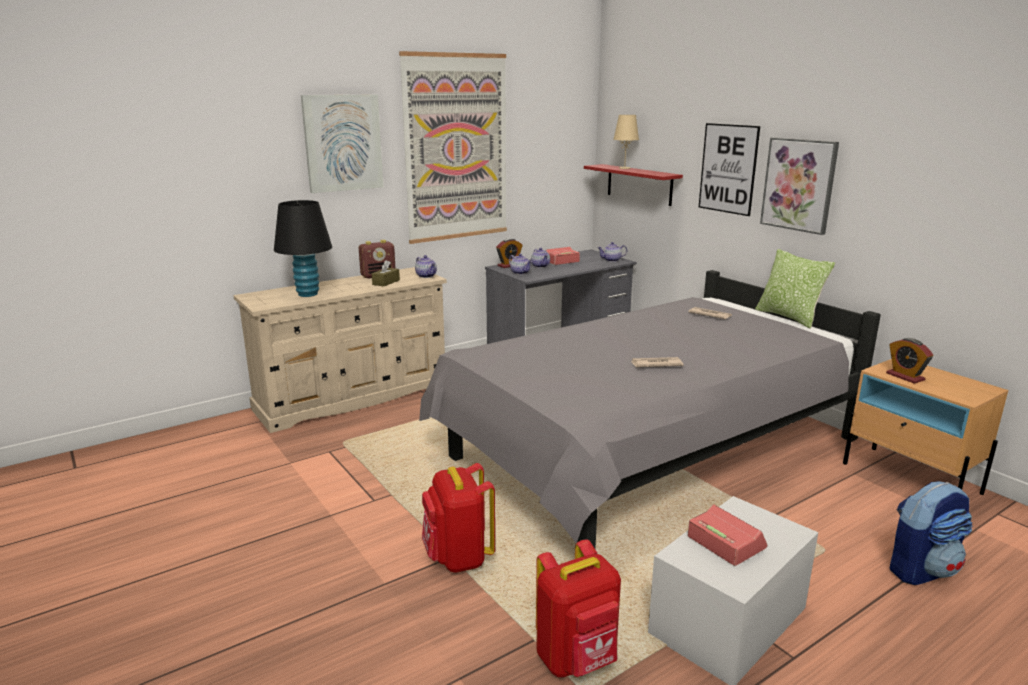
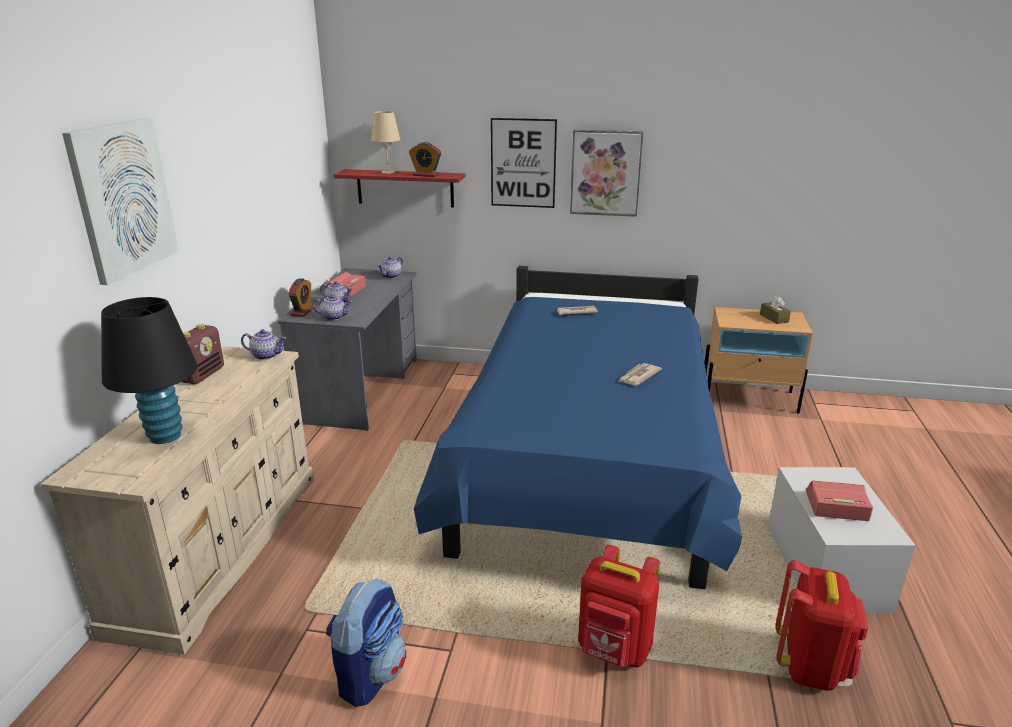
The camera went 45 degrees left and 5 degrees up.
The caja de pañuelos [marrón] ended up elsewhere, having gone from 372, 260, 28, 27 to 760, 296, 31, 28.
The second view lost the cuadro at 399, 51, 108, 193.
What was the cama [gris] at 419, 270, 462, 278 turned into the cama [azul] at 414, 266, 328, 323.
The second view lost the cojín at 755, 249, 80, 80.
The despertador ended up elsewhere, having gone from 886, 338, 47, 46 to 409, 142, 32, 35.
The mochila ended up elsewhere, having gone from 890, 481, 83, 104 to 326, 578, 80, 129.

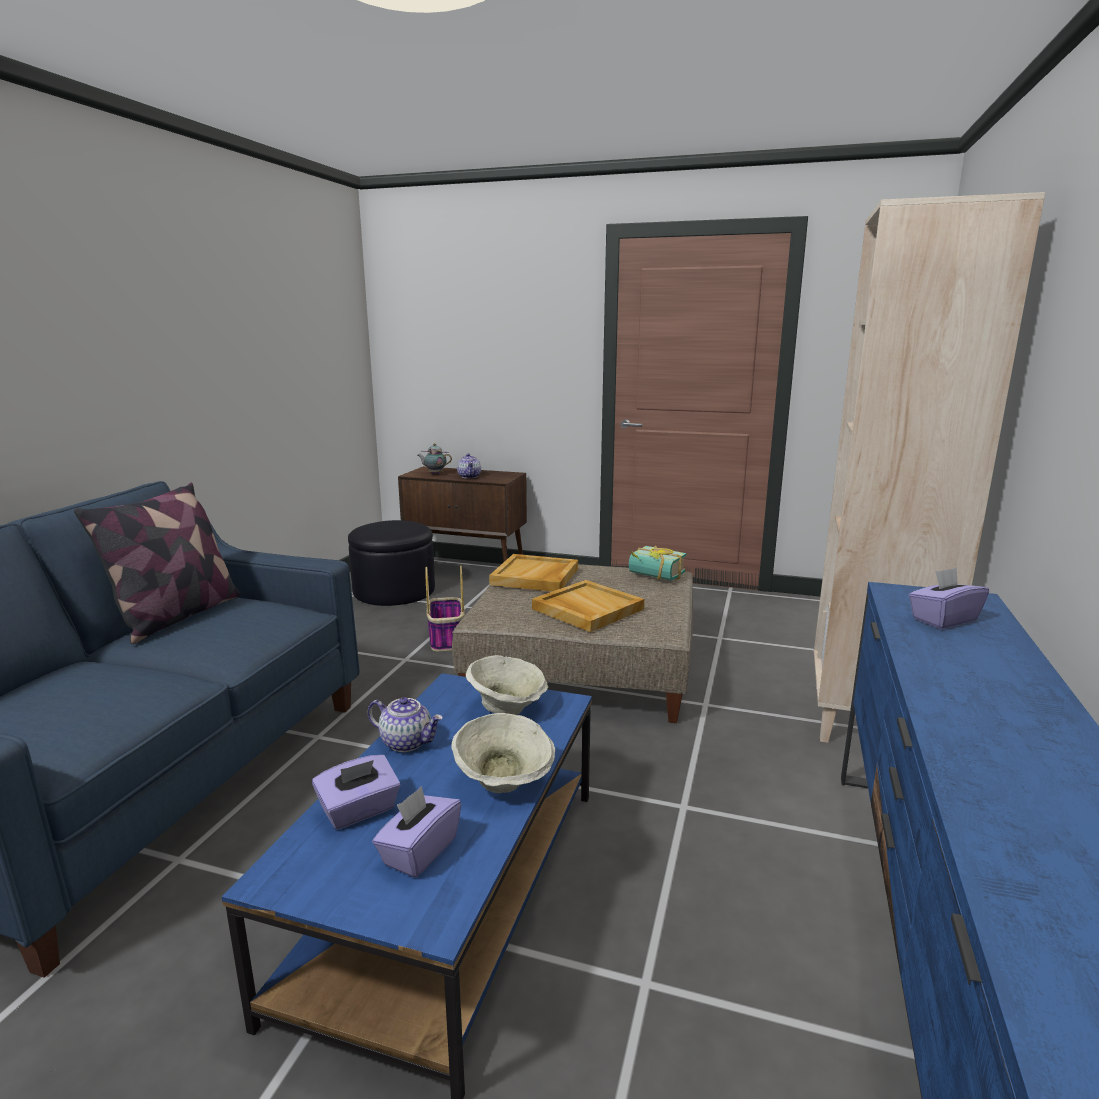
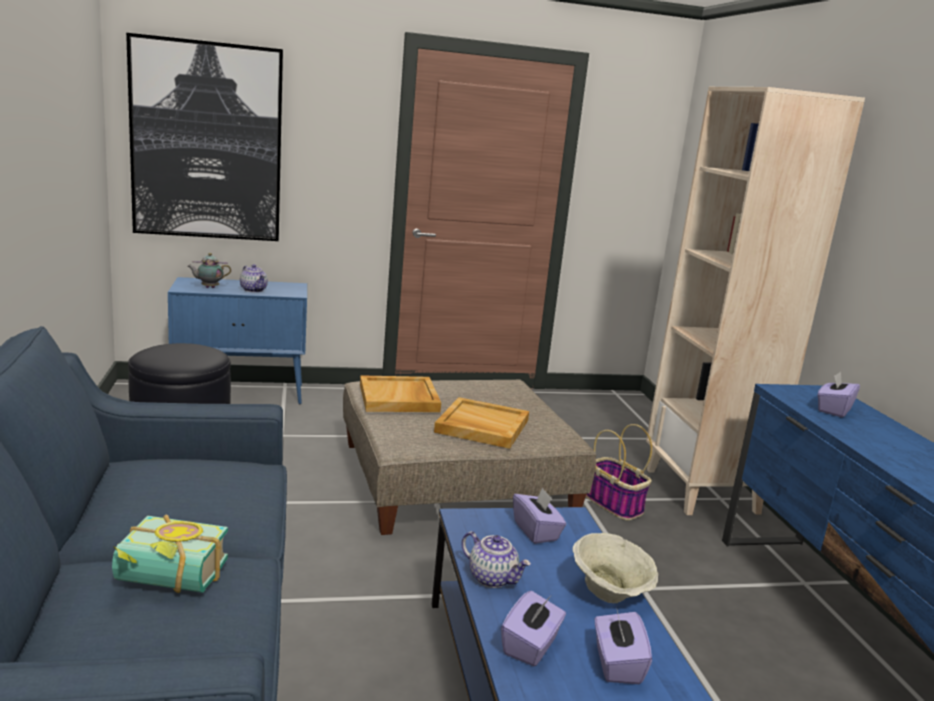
The camera went 30 degrees left and 0 degrees up.
The second view lost the cojín at 74, 483, 167, 161.
The tetera at 368, 697, 75, 55 ended up facing another way, 45 degrees clockwise from before.
What was the armario [marrón] at 398, 466, 129, 96 turned into the armario [azul] at 168, 277, 139, 127.
The cesta ended up elsewhere, having gone from 425, 565, 40, 87 to 586, 424, 66, 96.
Where the cuenco [beis] stood at 466, 655, 82, 60, the caja de pañuelos [morado] came to stand at 513, 487, 53, 57.
The libro ended up elsewhere, having gone from 629, 546, 57, 35 to 112, 515, 116, 78.
The second view gained the cuadro at 126, 33, 157, 208.

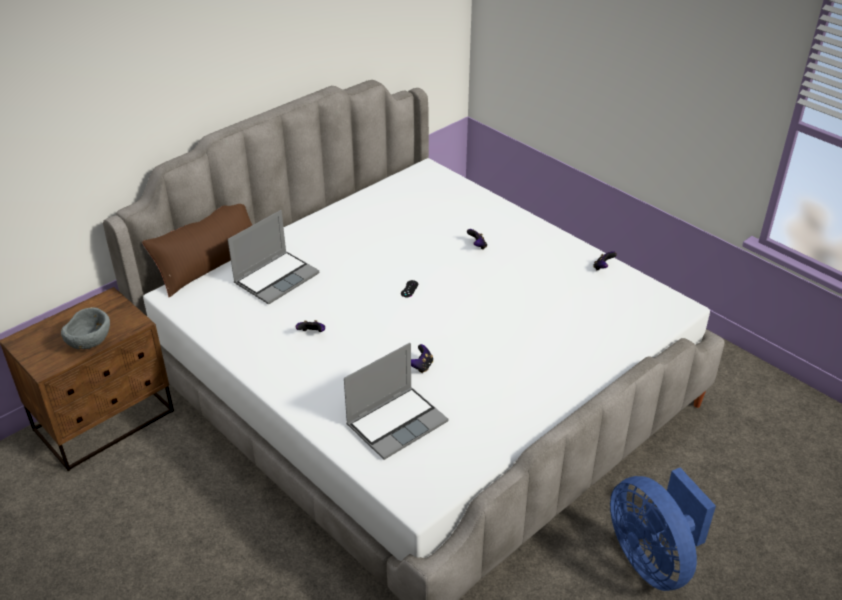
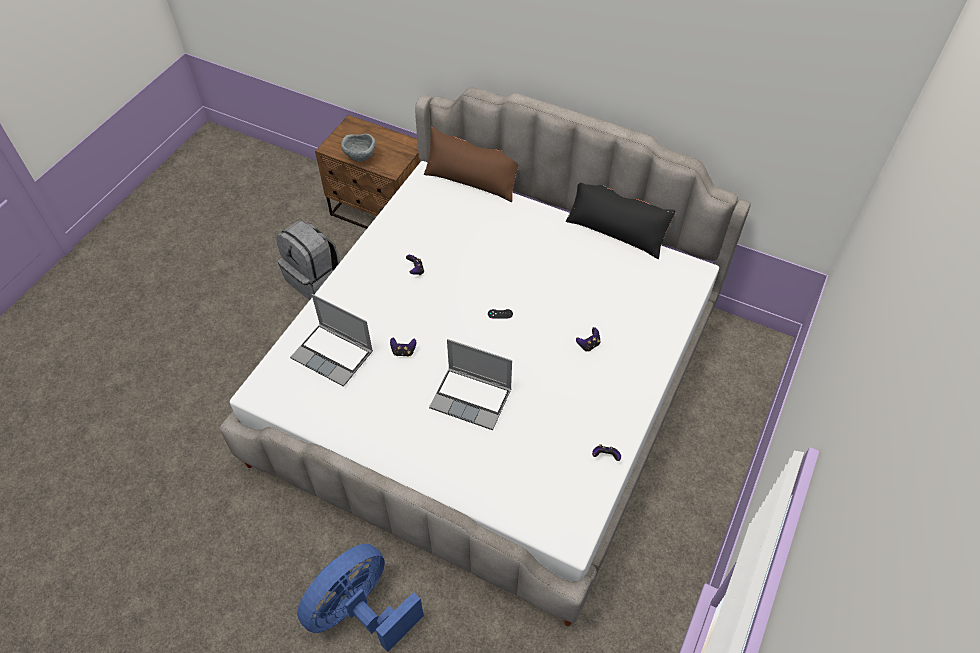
The camera went 70 degrees right and 15 degrees up.
The portátil ended up elsewhere, having gone from 228, 210, 91, 94 to 429, 339, 83, 91.
The second view gained the mochila [gris] at 276, 220, 64, 80.
The second view gained the cojín [negro] at 566, 183, 110, 76.

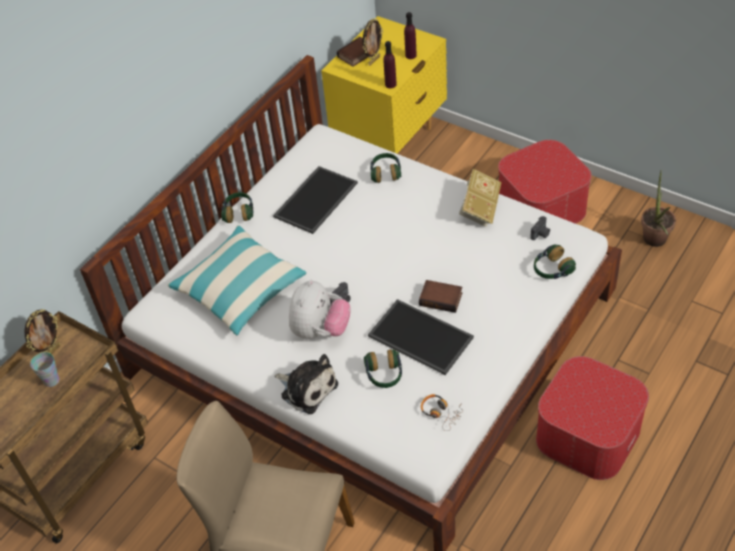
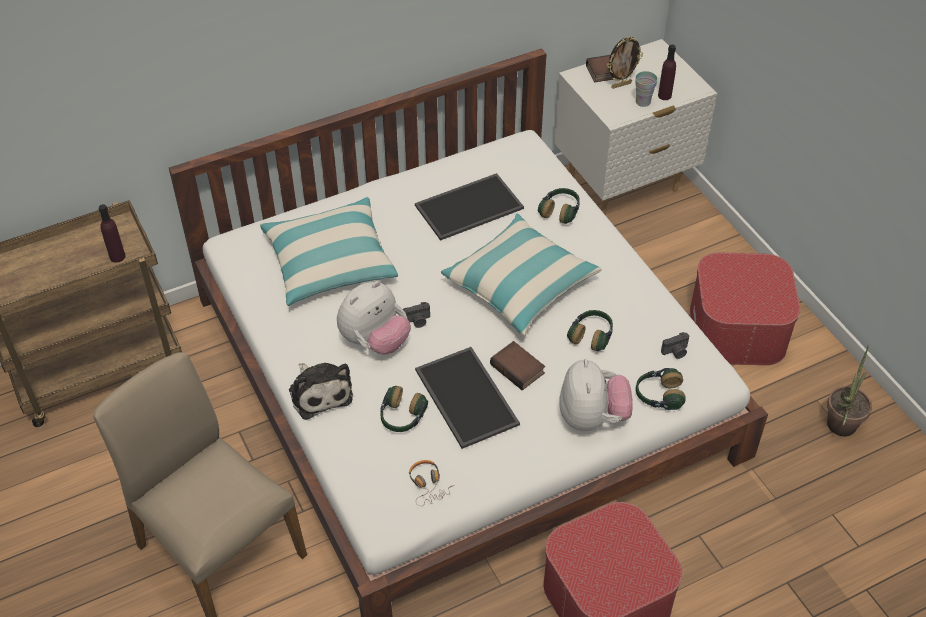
The camera went 25 degrees right and 0 degrees up.
The second view lost the portarretratos at 24, 309, 36, 45.
The taza ended up elsewhere, having gone from 30, 352, 30, 35 to 635, 71, 23, 36.
The auriculares ended up elsewhere, having gone from 221, 192, 32, 31 to 567, 310, 46, 41.
What was the mesita de noche [amarillo] at 321, 16, 126, 138 turned into the mesita de noche [blanco] at 554, 39, 163, 177.
The botella [morado] ended up elsewhere, having gone from 384, 41, 13, 47 to 99, 204, 27, 59.
The second view lost the libro at 459, 169, 43, 58.
The second view gained the cojín at 441, 214, 161, 122.
The second view gained the peluche at 559, 359, 74, 72.

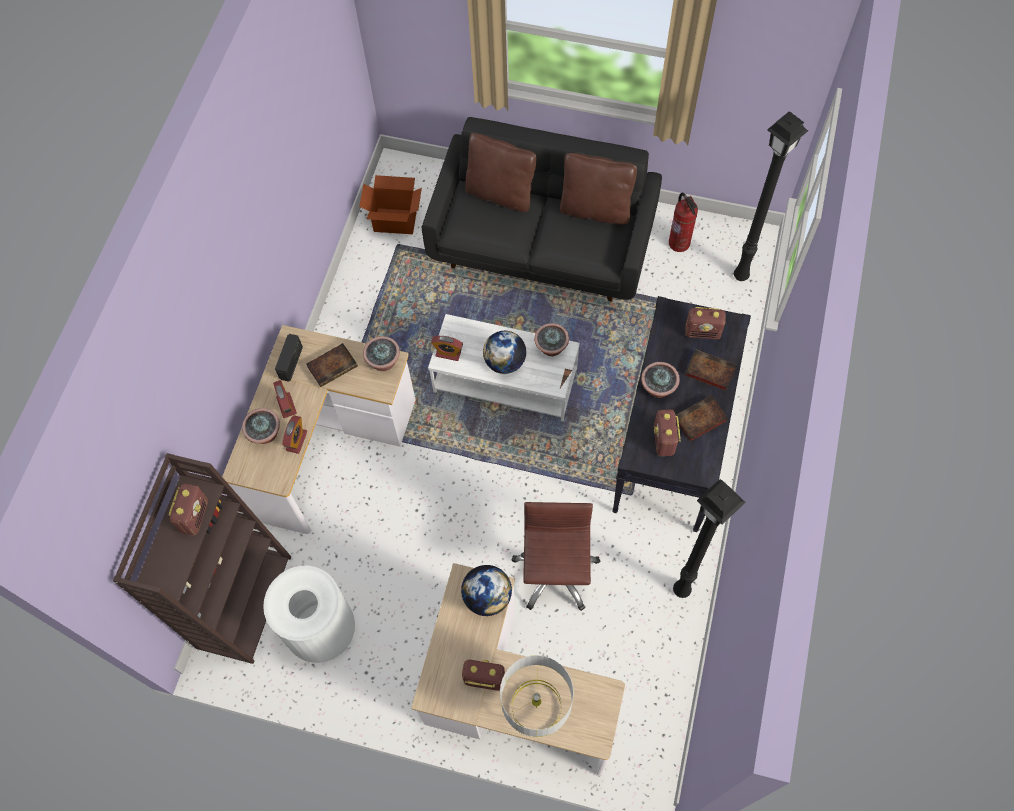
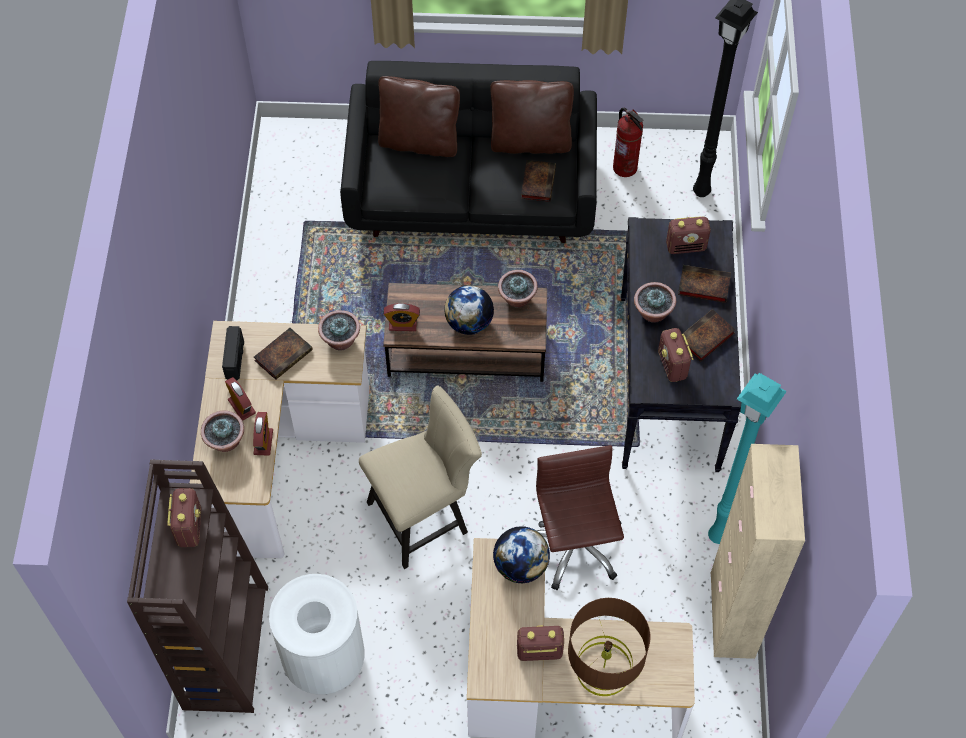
The camera went 15 degrees left and 5 degrees down.
The second view lost the caja de cartón at 359, 175, 63, 59.
What was the mesa de centro [blanco] at 428, 314, 152, 107 turned into the mesa de centro [marrón] at 383, 283, 164, 99.
What was the lámpara de mesa [gris] at 500, 655, 74, 82 turned into the lámpara de mesa [marrón] at 568, 598, 82, 98.
What was the lámpara de pie [negro] at 673, 479, 73, 119 turned into the lámpara de pie [turquesa] at 708, 373, 79, 171.
The second view gained the silla [beis] at 359, 385, 123, 184.
The second view gained the libro at 521, 160, 35, 42.
The second view gained the armario [beis] at 711, 444, 94, 215.

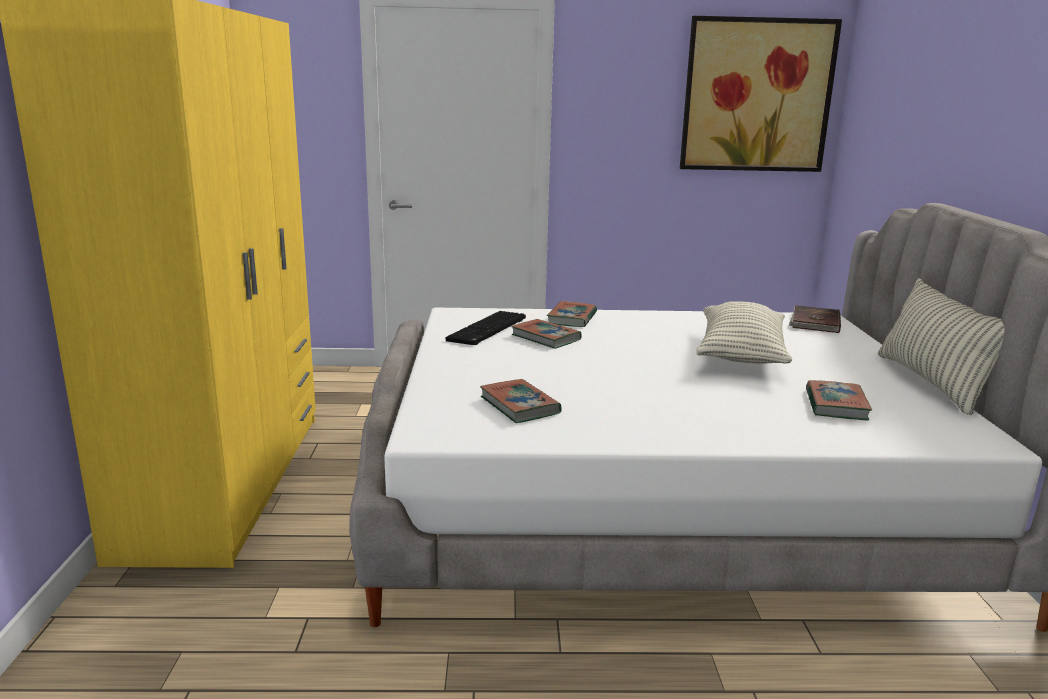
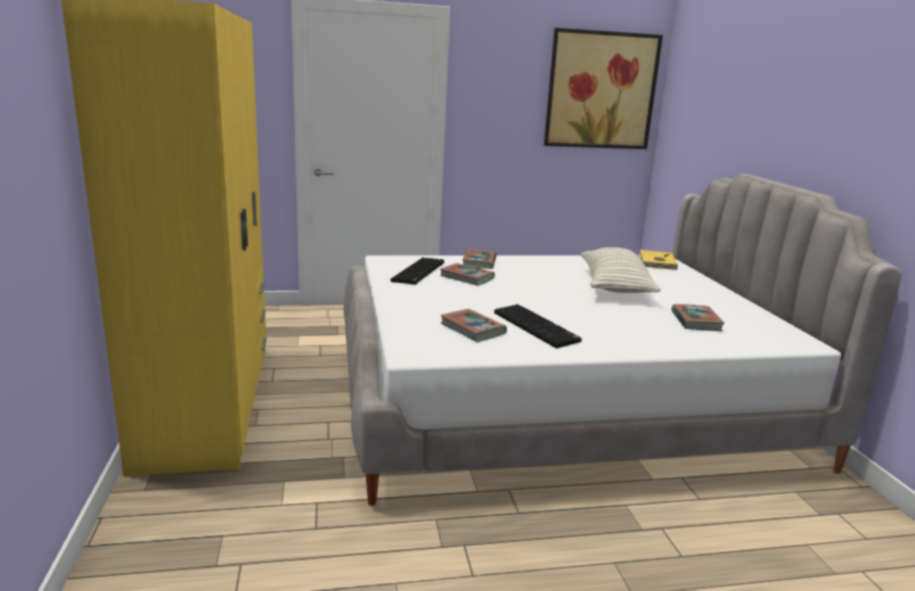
The camera went 10 degrees left and 0 degrees up.
What was the libro [marrón] at 789, 305, 52, 28 turned into the libro [amarillo] at 639, 250, 39, 20.
The second view lost the cojín at 878, 278, 127, 137.
The second view gained the teclado at 494, 304, 88, 44.

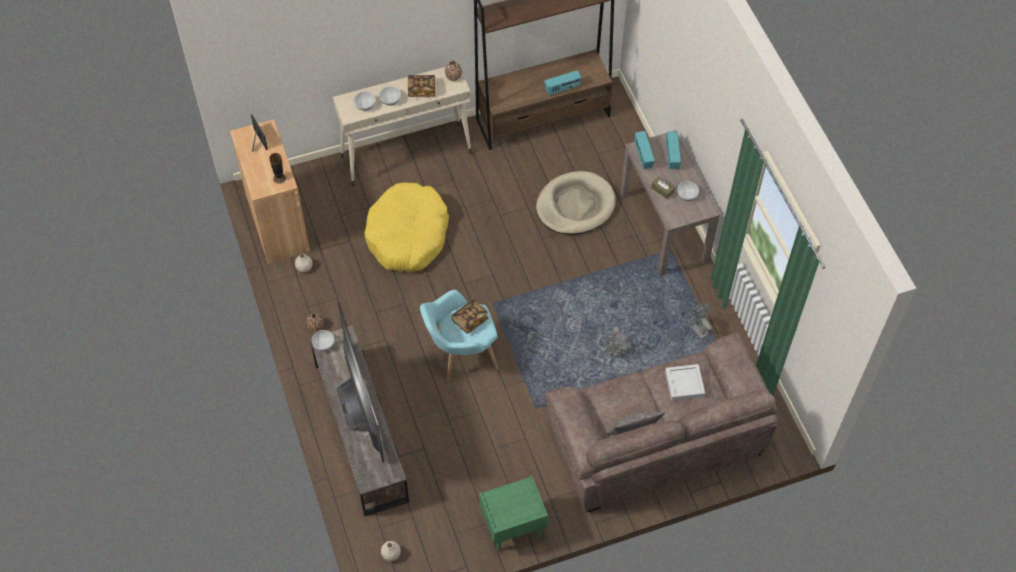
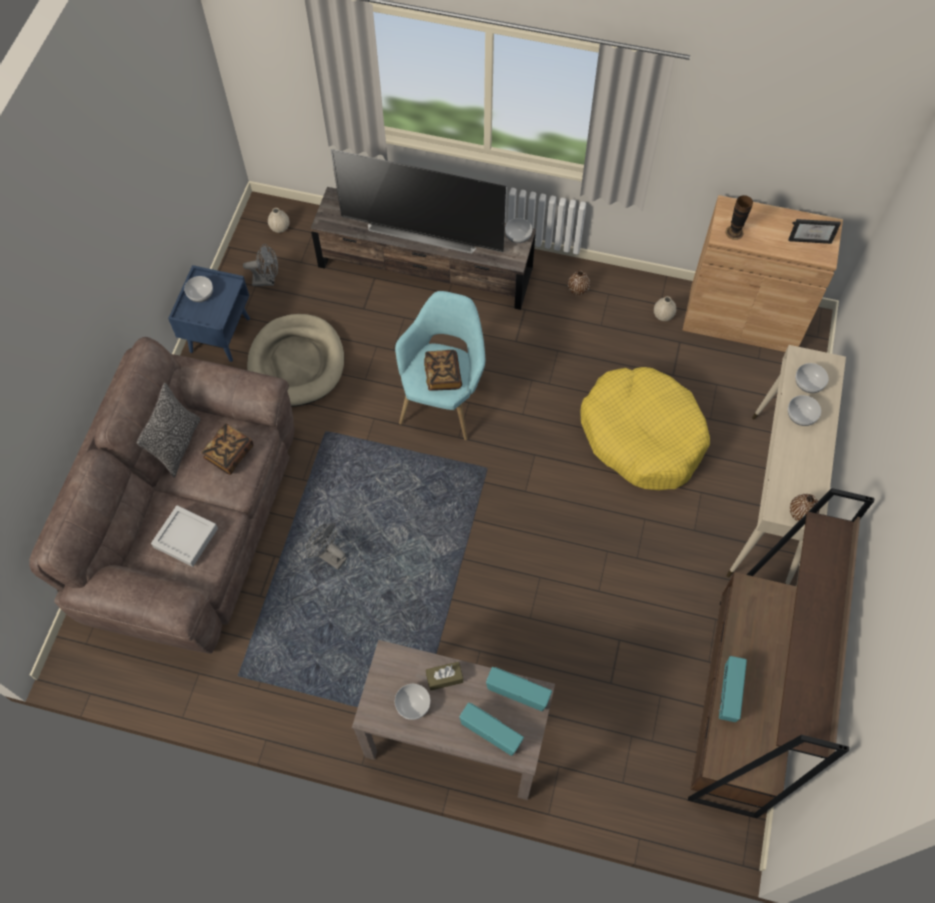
The camera went 125 degrees right and 5 degrees up.
The libro ended up elsewhere, having gone from 408, 75, 27, 23 to 201, 424, 53, 51.
What was the mesita de noche [verde] at 479, 475, 69, 76 turned into the mesita de noche [azul] at 168, 265, 82, 97.
The cama para perro [beis] ended up elsewhere, having gone from 536, 171, 80, 64 to 247, 314, 97, 93.
The ventilador [gris] ended up elsewhere, having gone from 686, 303, 26, 37 to 243, 244, 35, 42.
The second view gained the cuenco at 184, 276, 29, 26.

